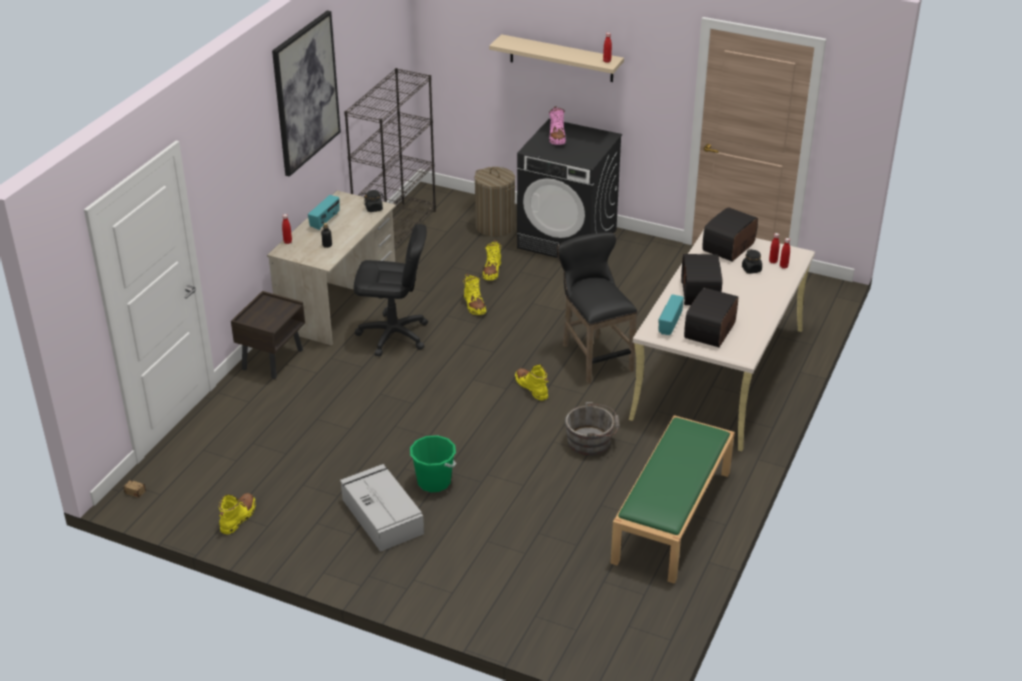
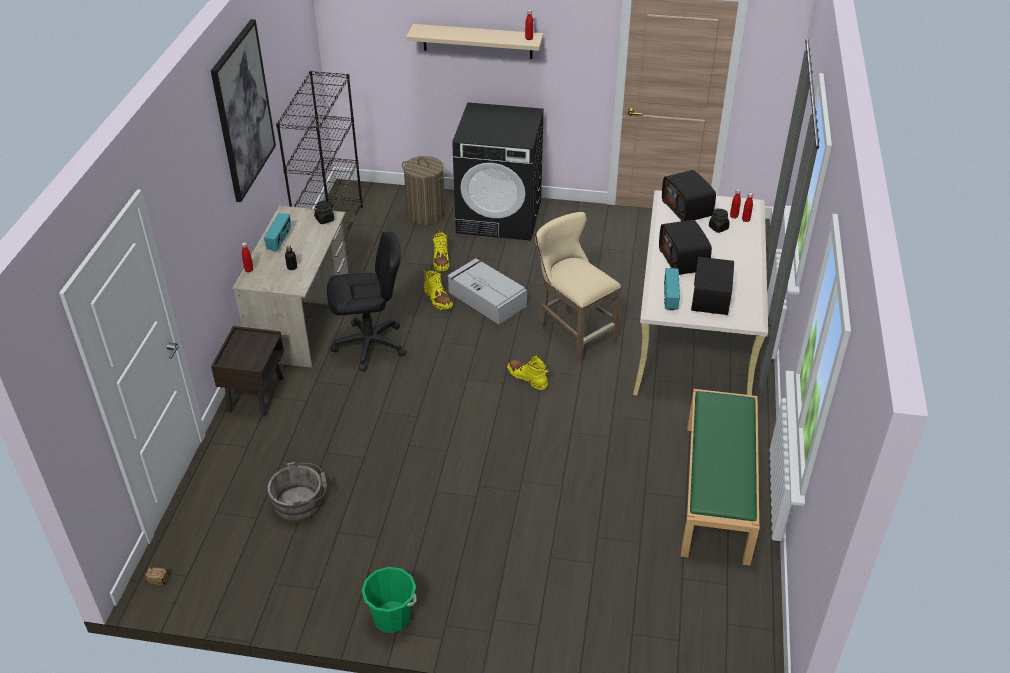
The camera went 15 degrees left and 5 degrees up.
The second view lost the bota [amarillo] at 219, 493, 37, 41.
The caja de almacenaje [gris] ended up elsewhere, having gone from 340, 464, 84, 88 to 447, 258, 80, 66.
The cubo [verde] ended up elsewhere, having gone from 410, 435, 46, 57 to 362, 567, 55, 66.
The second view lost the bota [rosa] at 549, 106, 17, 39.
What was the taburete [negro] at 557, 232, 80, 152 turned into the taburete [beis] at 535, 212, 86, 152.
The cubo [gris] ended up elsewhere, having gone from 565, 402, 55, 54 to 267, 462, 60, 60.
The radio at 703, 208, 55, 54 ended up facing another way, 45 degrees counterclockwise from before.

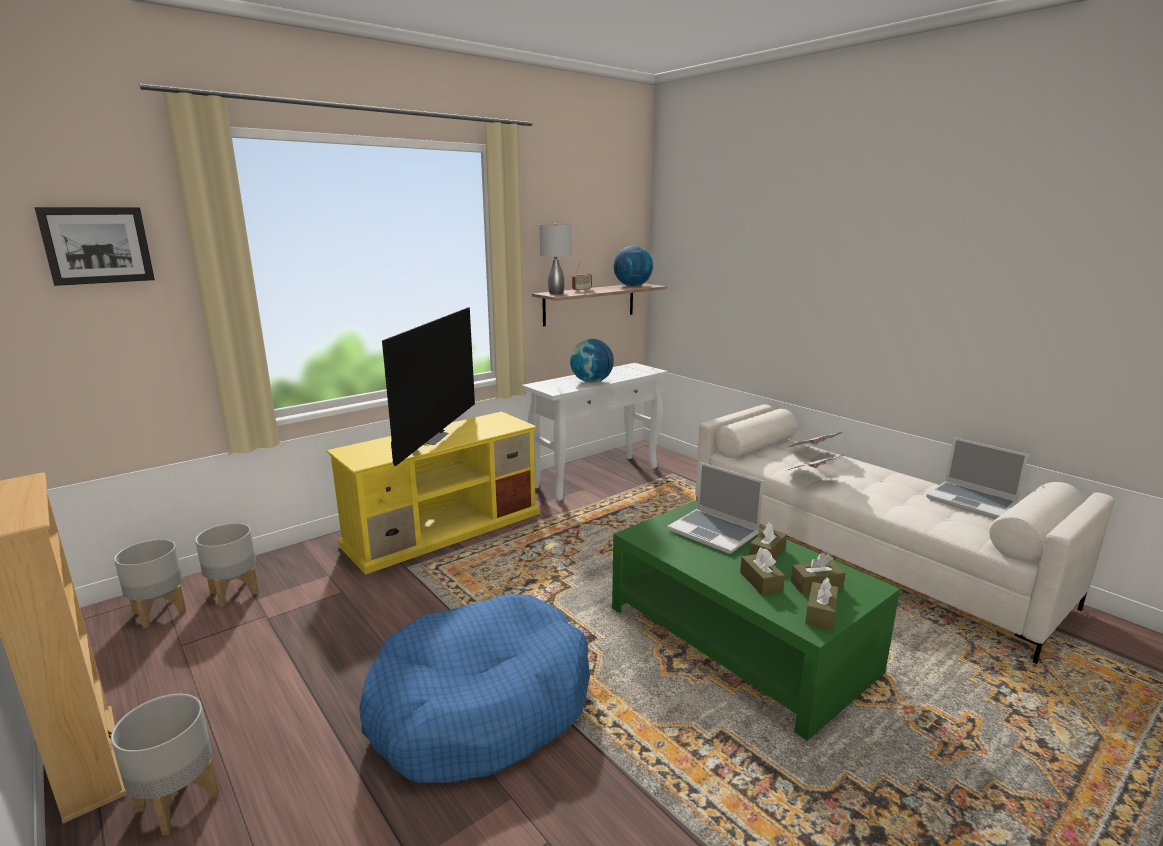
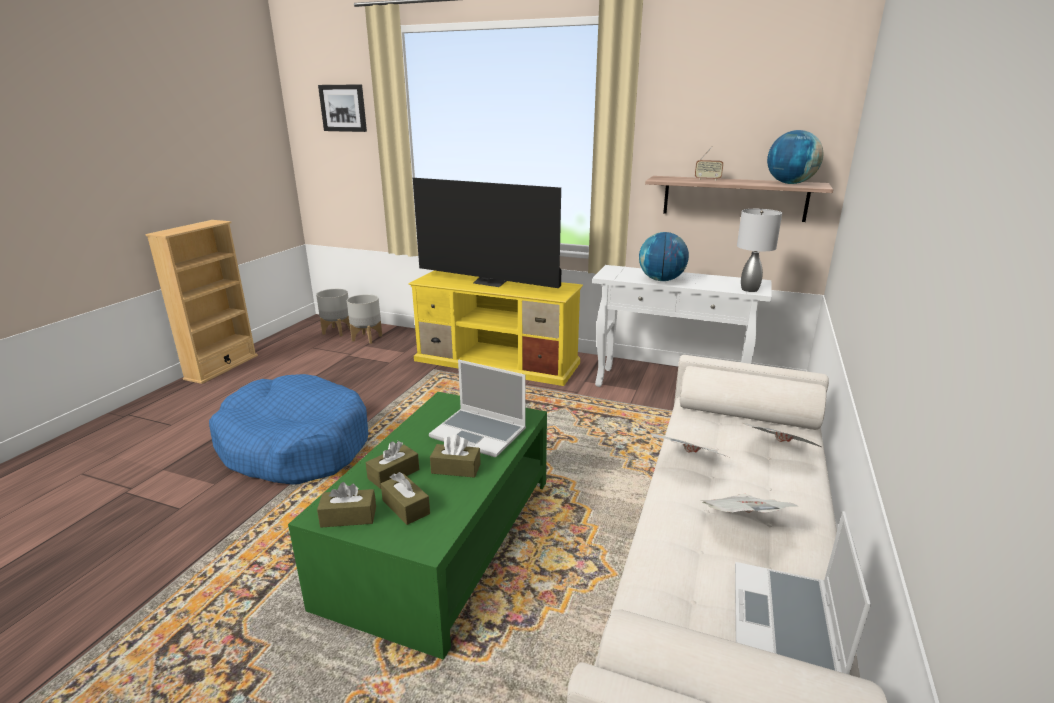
The camera went 60 degrees right and 5 degrees up.
The second view lost the maceta [gris] at 111, 694, 108, 142.
The televisor at 382, 307, 93, 159 ended up facing another way, 45 degrees clockwise from before.
The lámpara de mesa [gris] ended up elsewhere, having gone from 539, 224, 33, 70 to 737, 209, 45, 83.
The portátil at 667, 462, 97, 92 ended up facing another way, 75 degrees counterclockwise from before.
The second view gained the periódico at 701, 494, 97, 19.

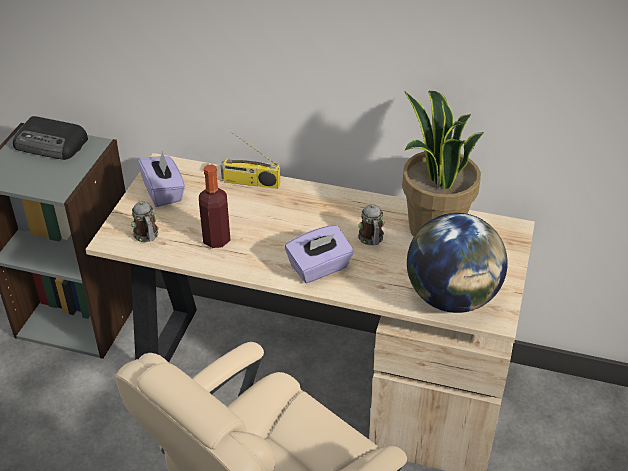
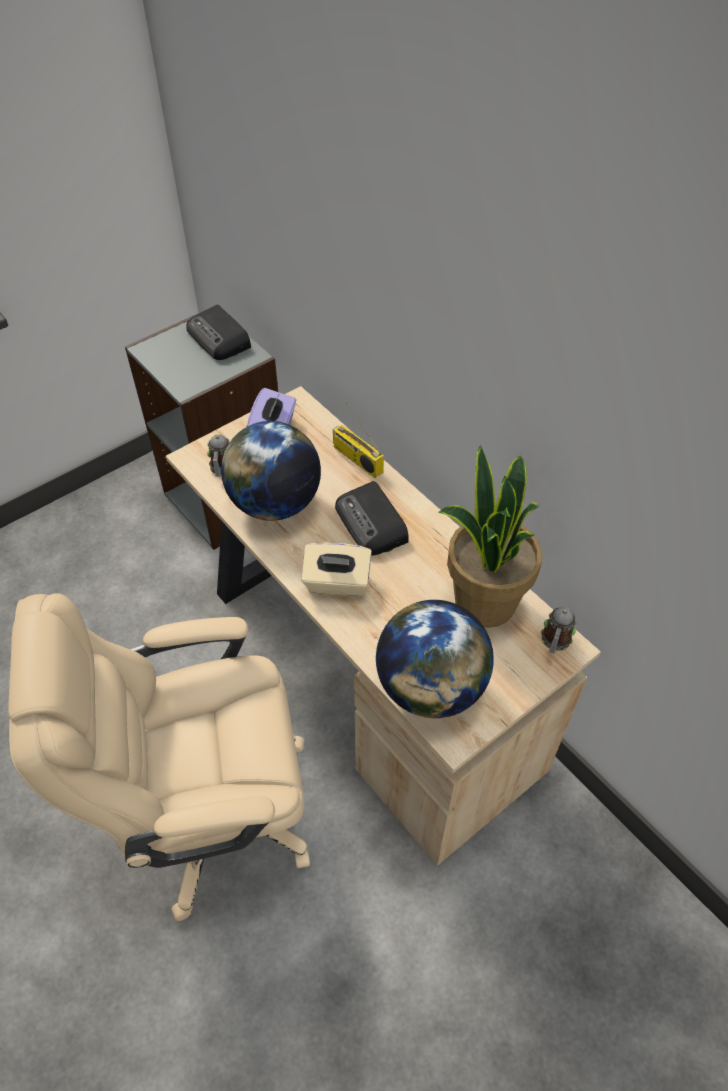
The camera went 35 degrees right and 10 degrees up.
Where the botella stood at 199, 164, 32, 84, the globo terráqueo came to stand at 221, 421, 100, 100.
What was the caja de pañuelos [morado] at 285, 225, 69, 58 turned into the caja de pañuelos [beis] at 301, 542, 71, 54.
The taza grande ended up elsewhere, having gone from 358, 204, 26, 41 to 541, 607, 35, 46.
The second view gained the radio at 335, 481, 73, 75.

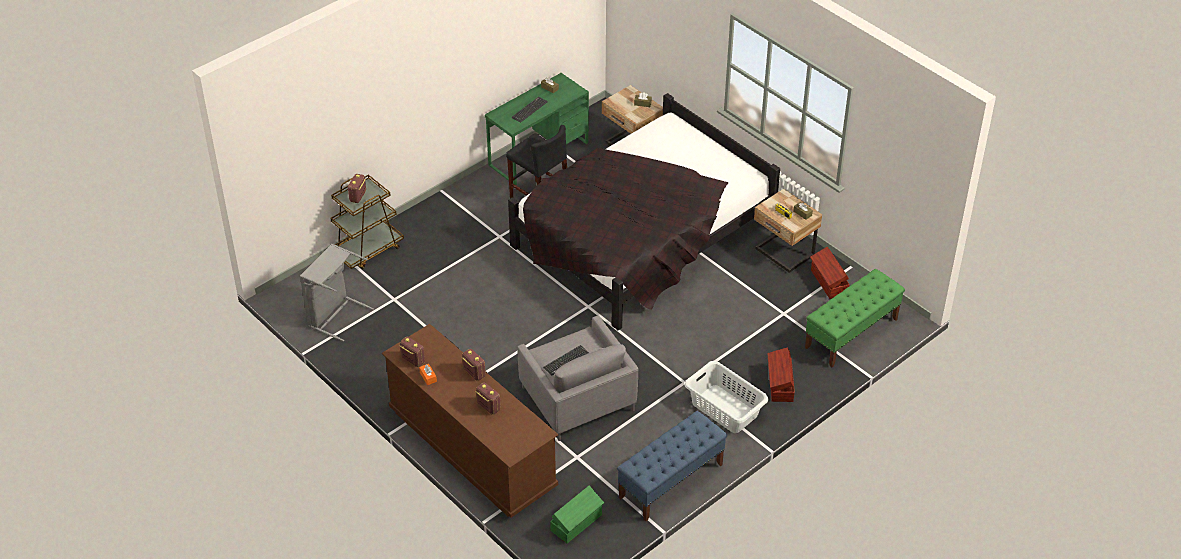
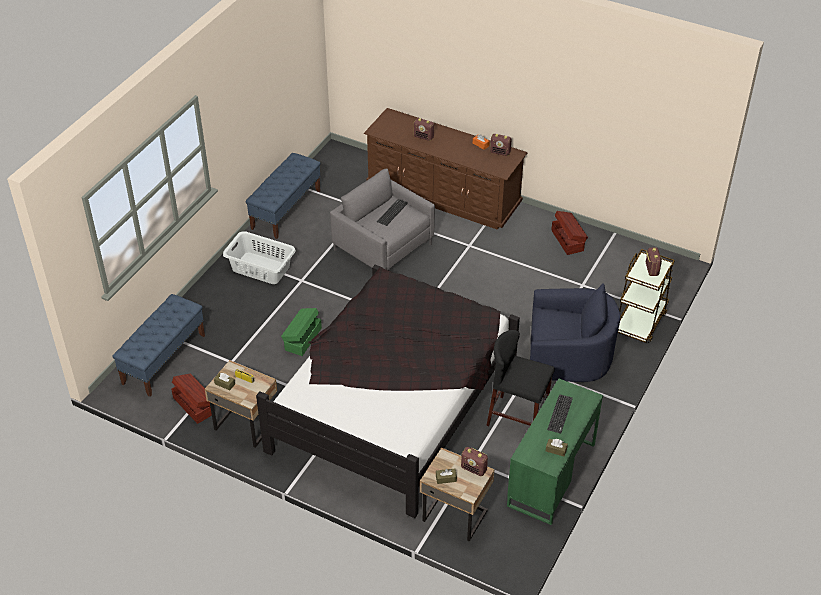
The camera went 160 degrees right and 0 degrees up.
The second view lost the cesto de la ropa [gris] at 300, 244, 74, 98.
The radio ended up elsewhere, having gone from 461, 349, 25, 32 to 461, 447, 27, 29.
The caja de almacenaje [verde] ended up elsewhere, having gone from 550, 486, 54, 58 to 281, 308, 41, 48.
The caja de almacenaje [marrón] ended up elsewhere, having gone from 767, 347, 28, 55 to 551, 211, 37, 44.
What was the banco [verde] at 805, 269, 100, 98 turned into the banco [azul] at 112, 294, 93, 103.
The second view gained the sillón [azul] at 530, 283, 90, 99.

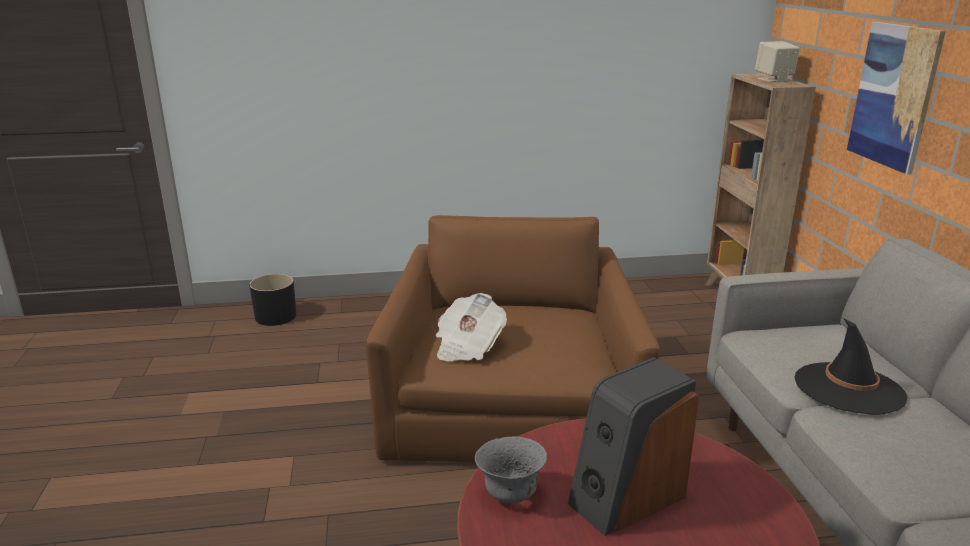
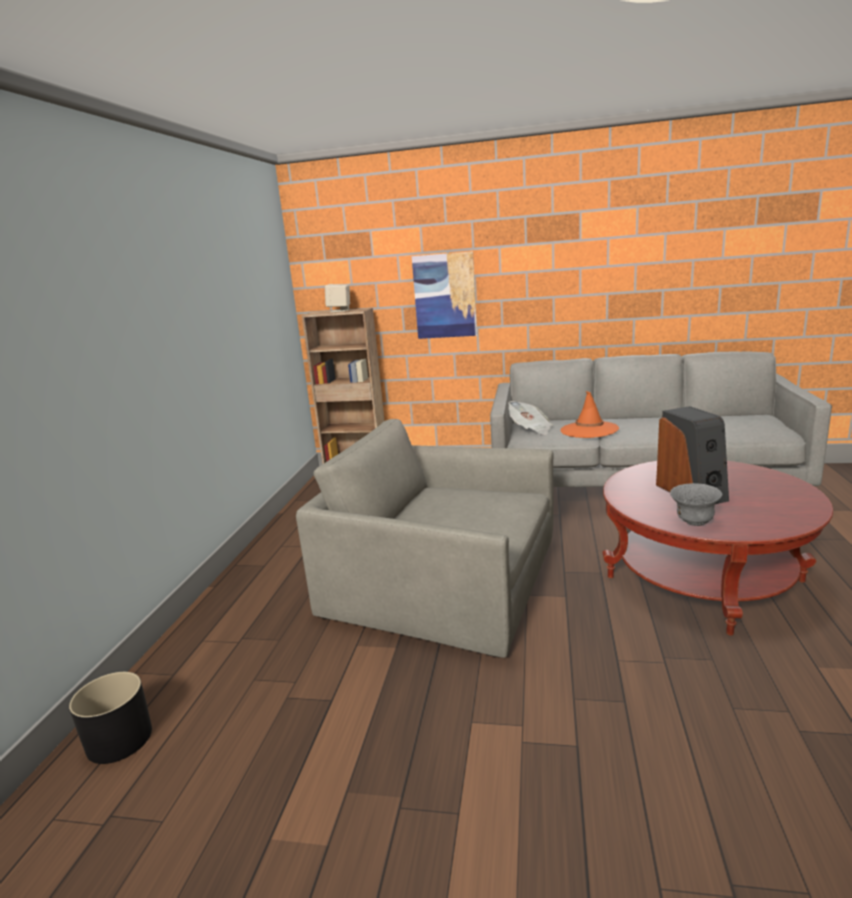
The camera went 70 degrees left and 5 degrees down.
What was the sillón [marrón] at 366, 215, 294, 247 turned into the sillón [gris] at 296, 419, 258, 239.
The periódico ended up elsewhere, having gone from 436, 293, 71, 68 to 508, 401, 45, 34.
What was the sombrero [negro] at 794, 318, 114, 97 turned into the sombrero [naranja] at 560, 391, 59, 47.

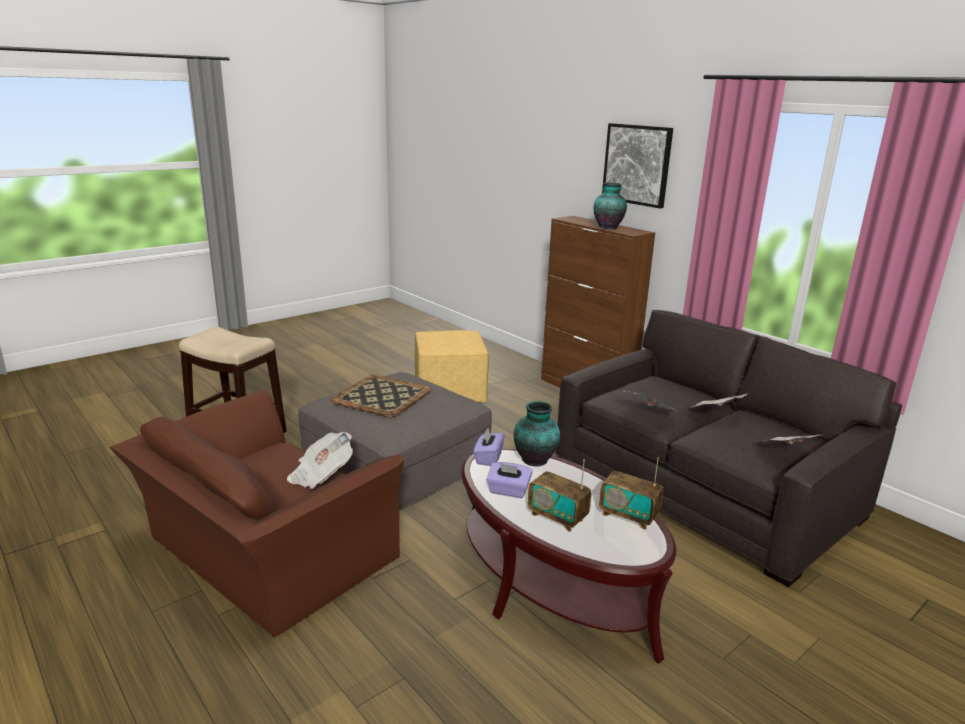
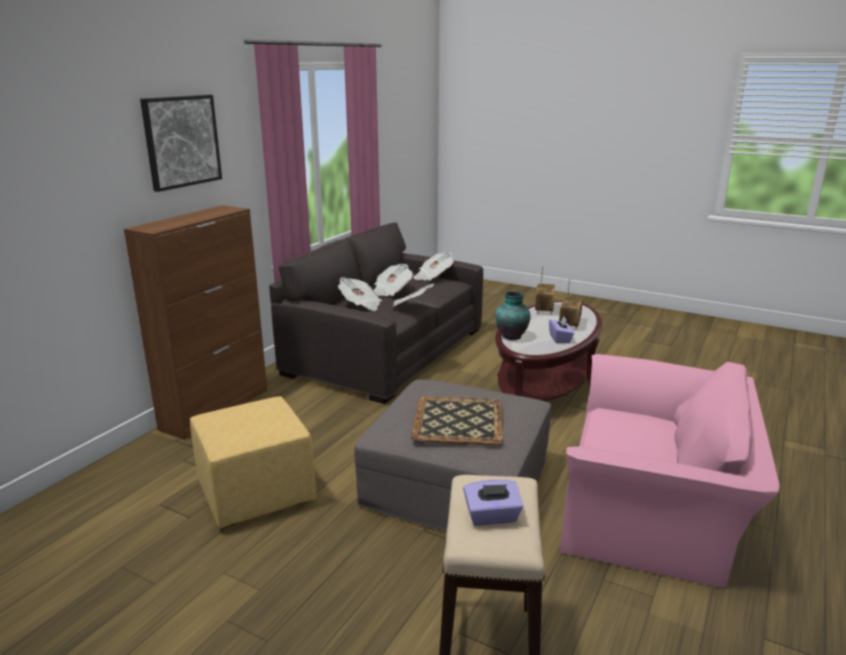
The camera went 110 degrees left and 0 degrees up.
What was the sillón [marrón] at 110, 390, 294, 247 turned into the sillón [rosa] at 560, 354, 220, 234.
The periódico ended up elsewhere, having gone from 287, 432, 66, 57 to 338, 277, 44, 34.
The caja de pañuelos [morado] ended up elsewhere, having gone from 474, 428, 31, 38 to 463, 480, 61, 46.
The second view lost the florero at 594, 182, 33, 47.

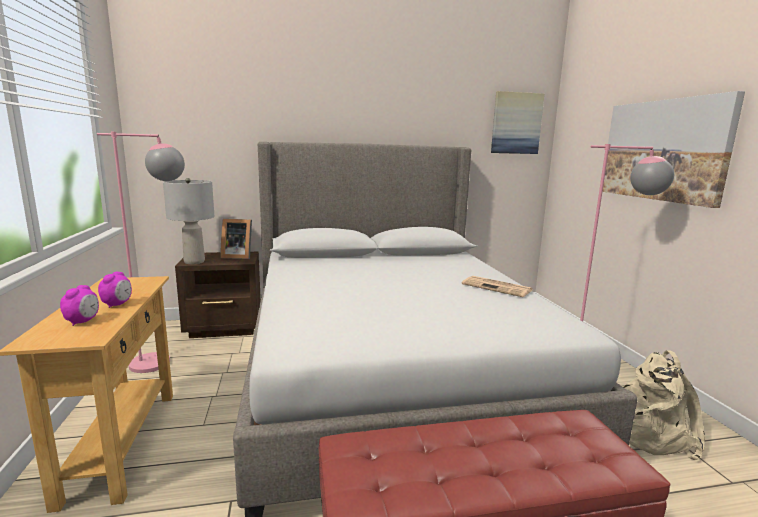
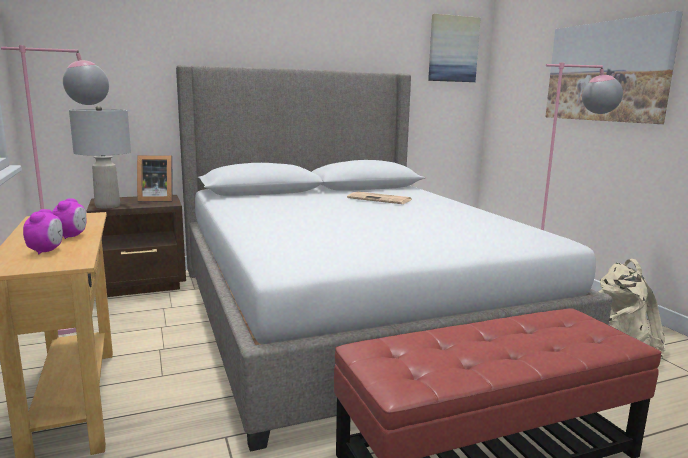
The camera went 10 degrees left and 0 degrees up.
The periódico ended up elsewhere, having gone from 462, 276, 70, 21 to 347, 192, 64, 12.

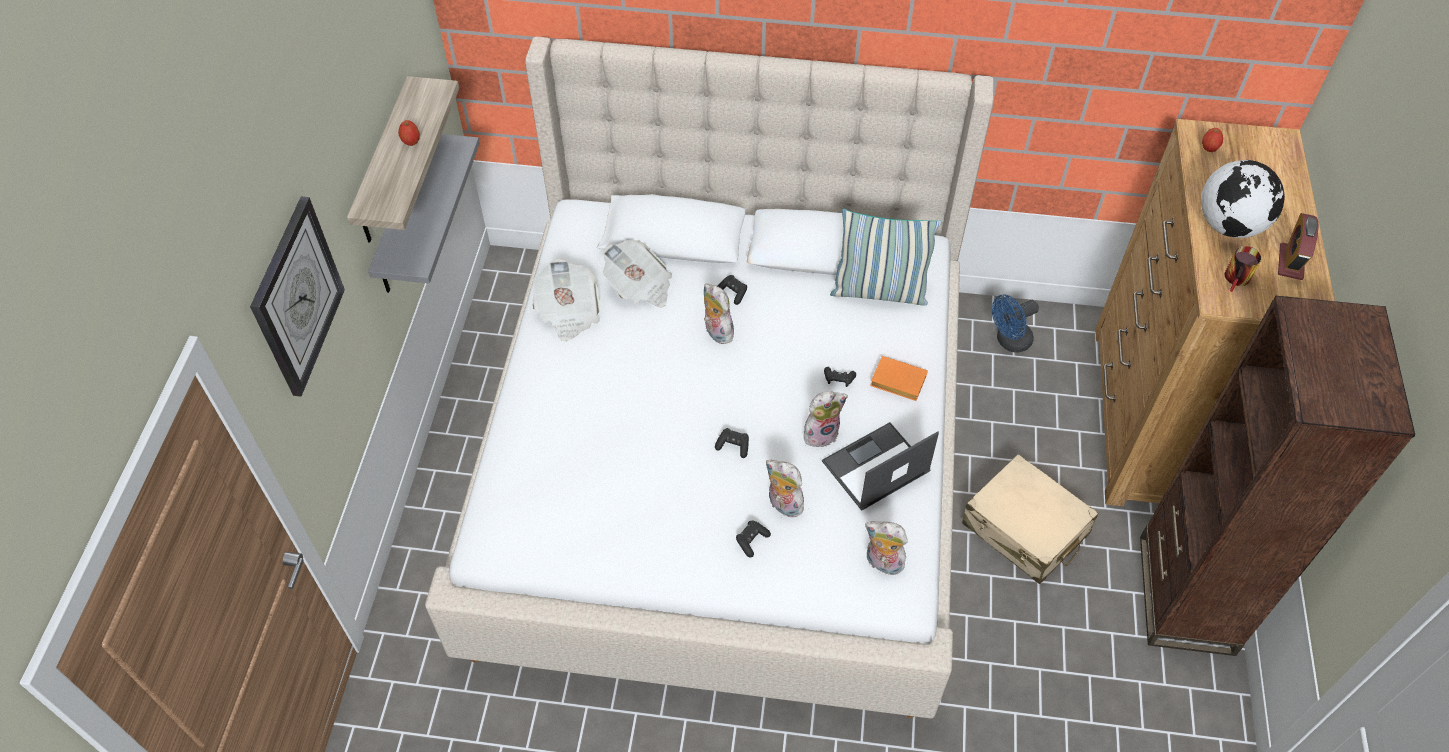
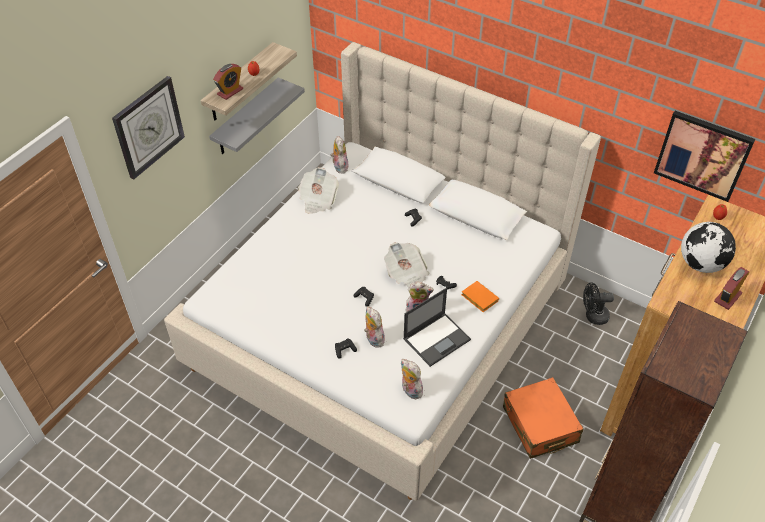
The camera went 25 degrees right and 5 degrees down.
The periódico ended up elsewhere, having gone from 603, 240, 69, 68 to 384, 242, 46, 46.
The peluche ended up elsewhere, having gone from 704, 283, 30, 61 to 331, 136, 18, 38.
The portátil at 822, 422, 117, 89 ended up facing another way, 150 degrees clockwise from before.
The second view lost the cojín at 830, 209, 111, 97.
What was the maleta [beis] at 962, 454, 136, 130 turned into the maleta [naranja] at 503, 377, 80, 82.
What was the ventilador [azul] at 992, 294, 47, 59 turned into the ventilador [negro] at 583, 282, 31, 43.
The second view lost the taza grande at 1225, 246, 36, 46.
The second view gained the despertador at 213, 64, 30, 36.
The second view gained the cuadro at 654, 111, 101, 91.

